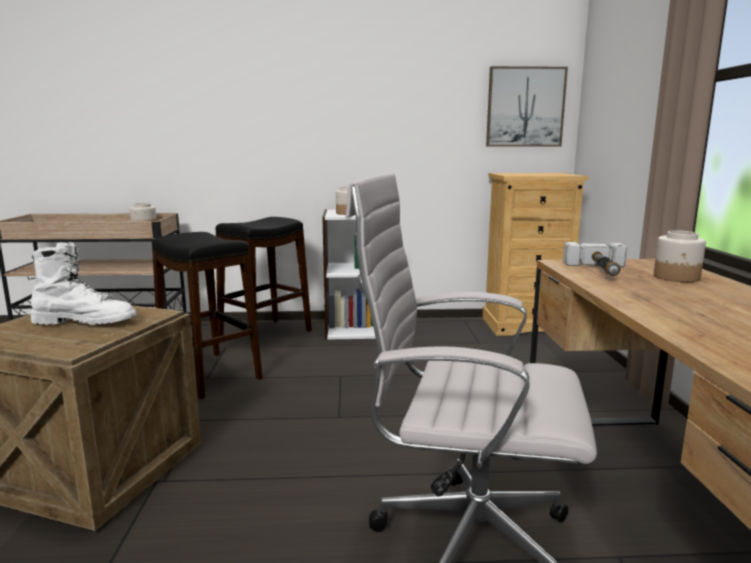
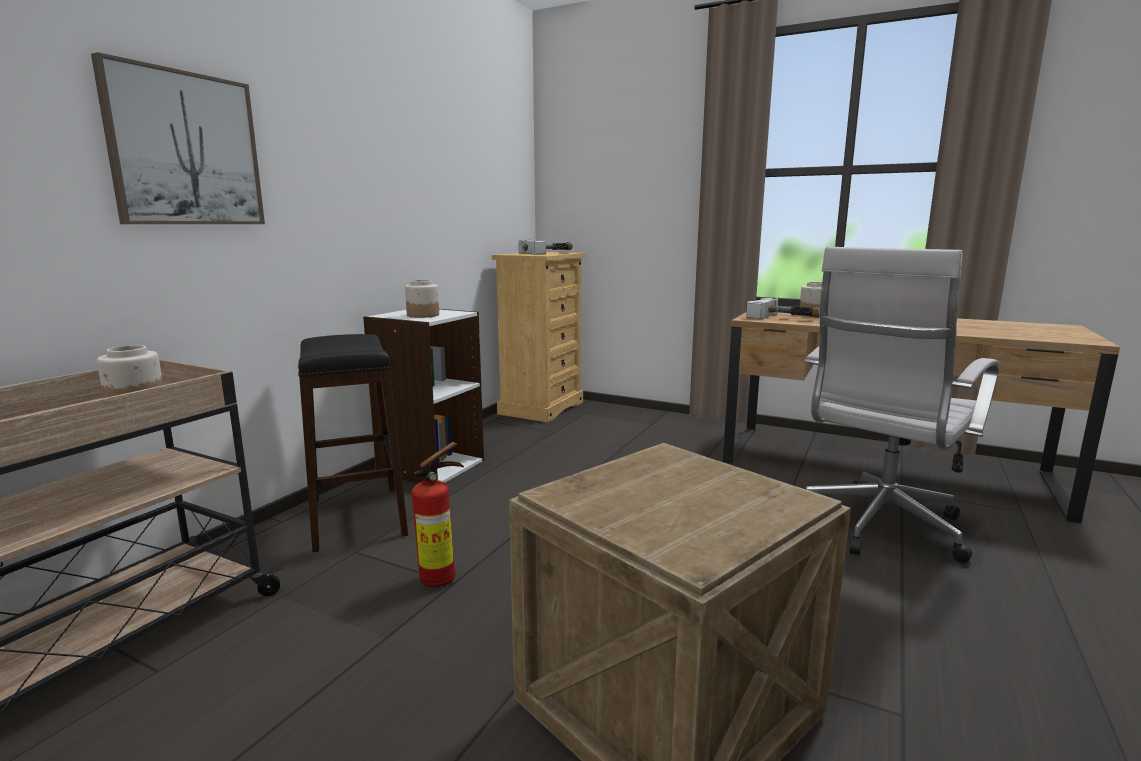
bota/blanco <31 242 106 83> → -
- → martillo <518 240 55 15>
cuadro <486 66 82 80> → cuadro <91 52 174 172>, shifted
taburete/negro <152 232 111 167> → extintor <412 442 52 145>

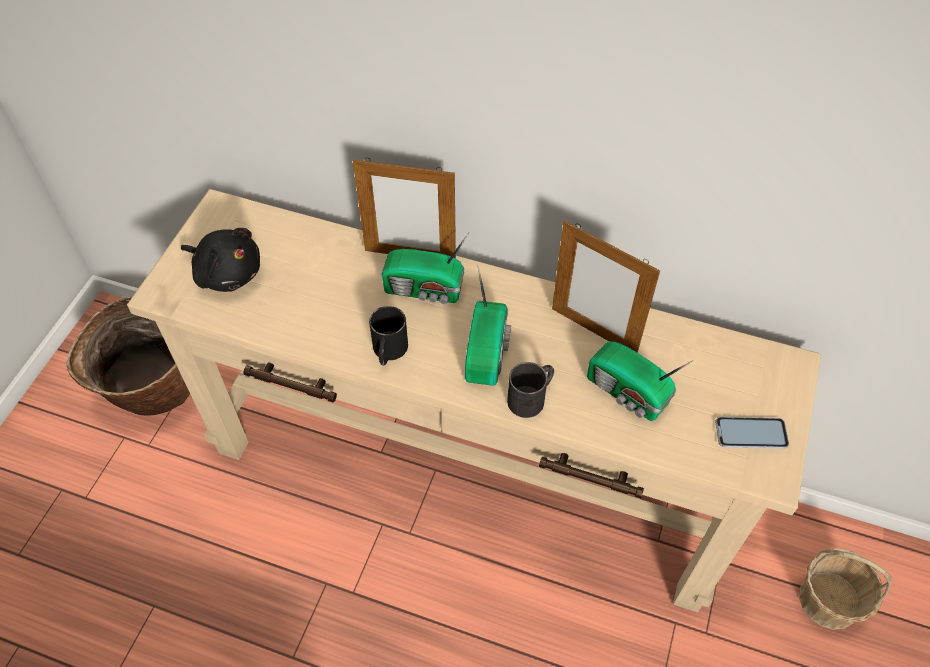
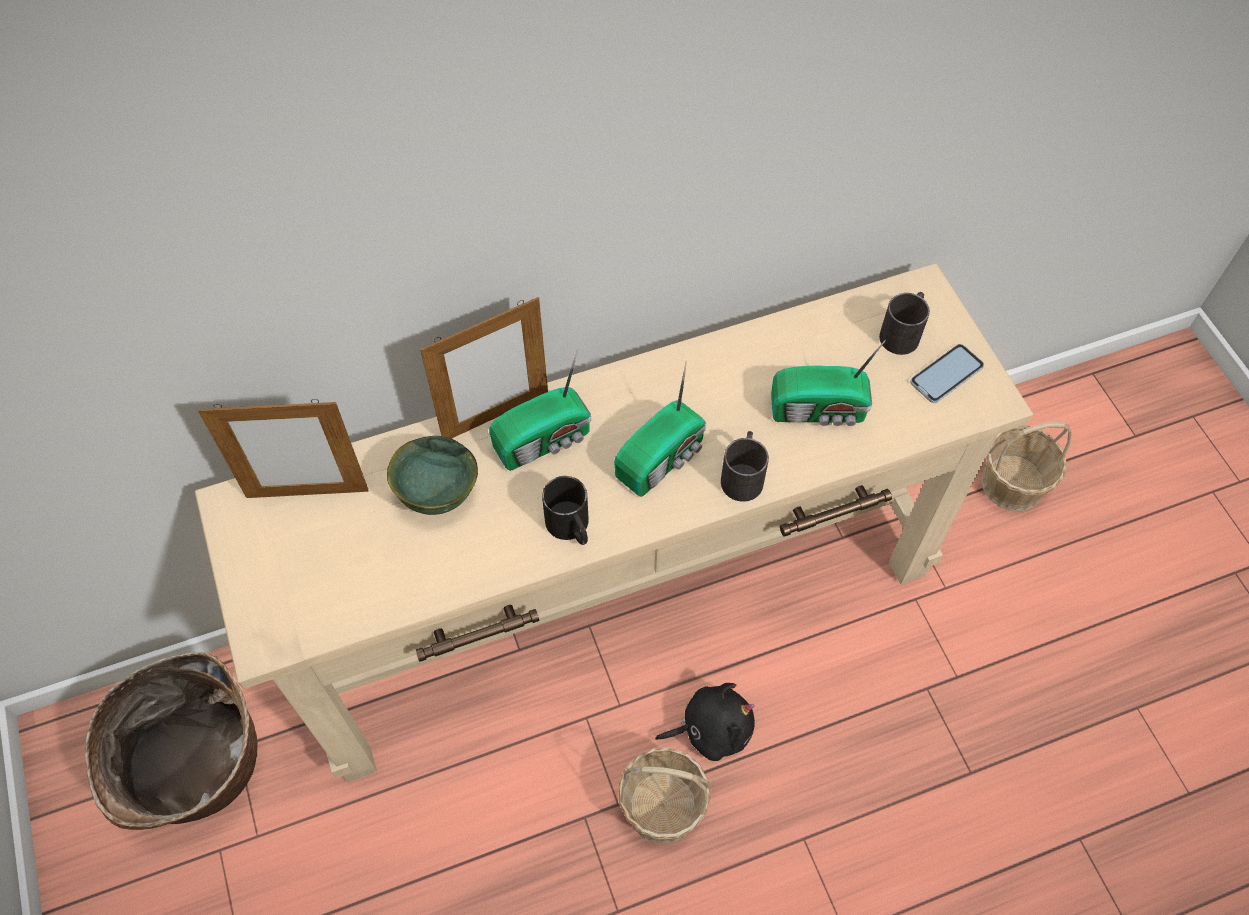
- → cuenco/verde <387 436 91 79>
- → cesta <618 748 92 96>
- → taza grande/negro <879 292 51 63>
peluche/negro <181 228 79 64> → peluche/negro <655 683 100 78>, shifted
portarretratos <552 221 108 132> → portarretratos <198 399 171 99>, shifted
radio <465 266 46 120> → radio <614 362 92 135>, 75 degrees clockwise

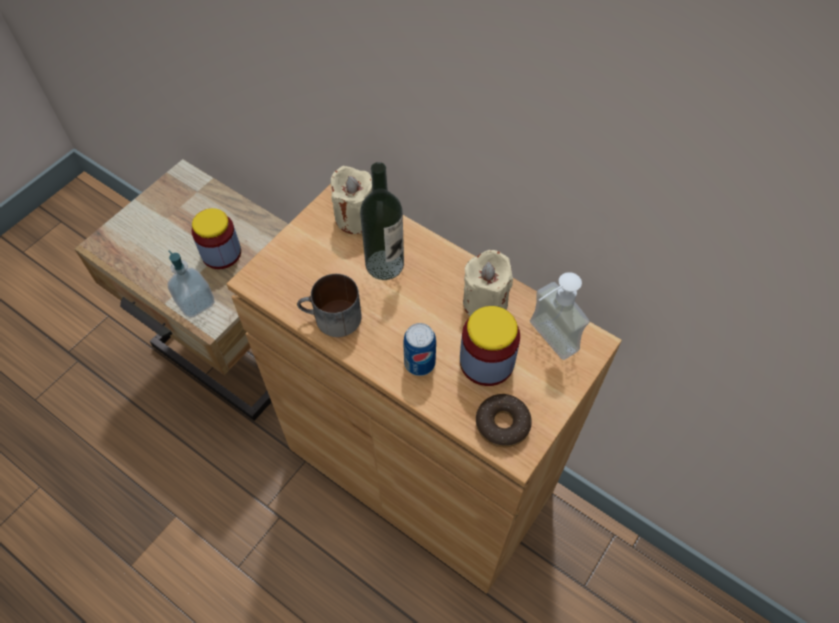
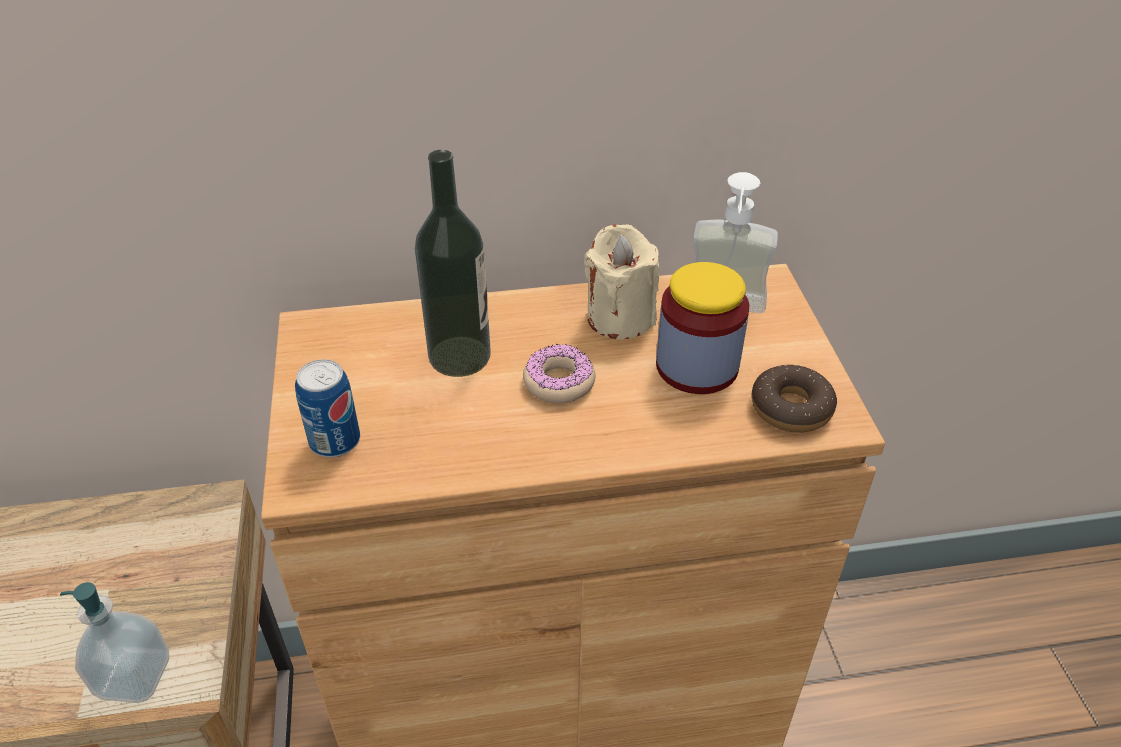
tarro <191 208 50 61> → -
taza grande <297 274 65 63> → -
vela/beis <331 166 41 68> → -
- → rosquilla <523 343 73 61>
lata <403 323 33 53> → lata <295 359 65 98>, shifted

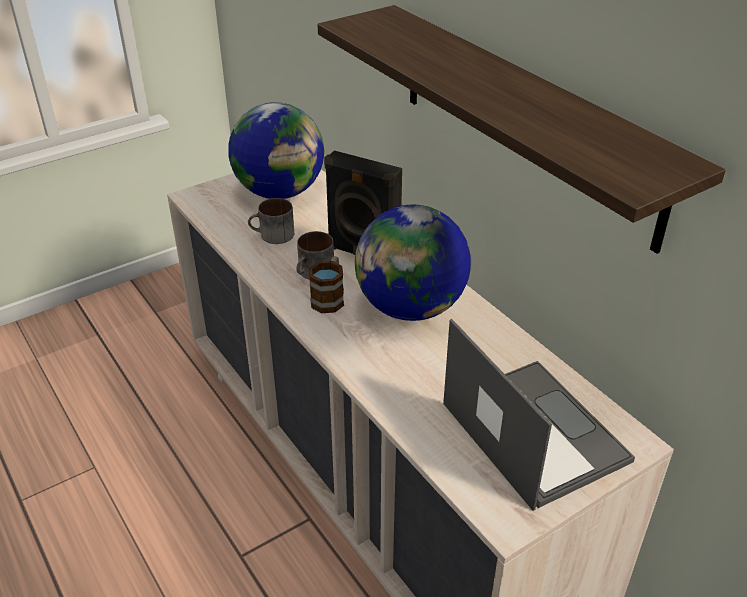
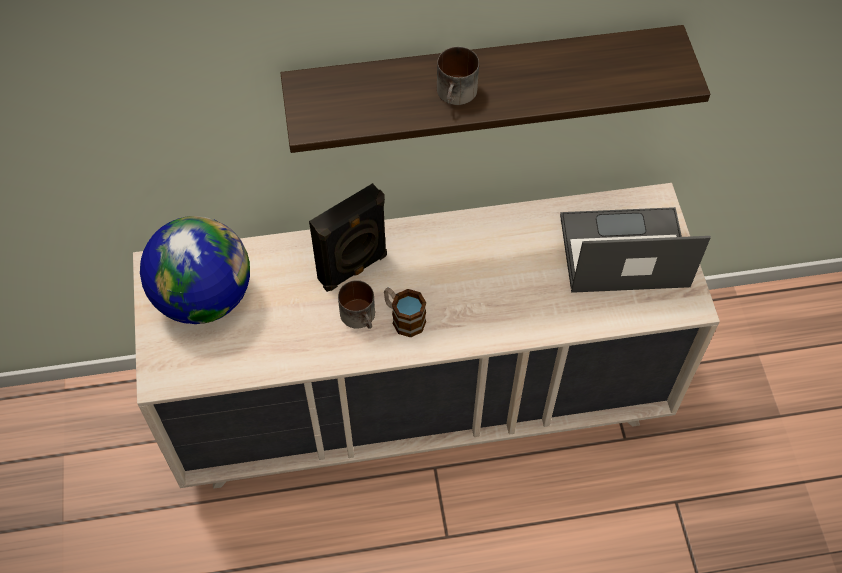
globo terráqueo <355 205 116 116> → -
taza grande <248 198 46 46> → taza grande <437 47 42 58>, shifted

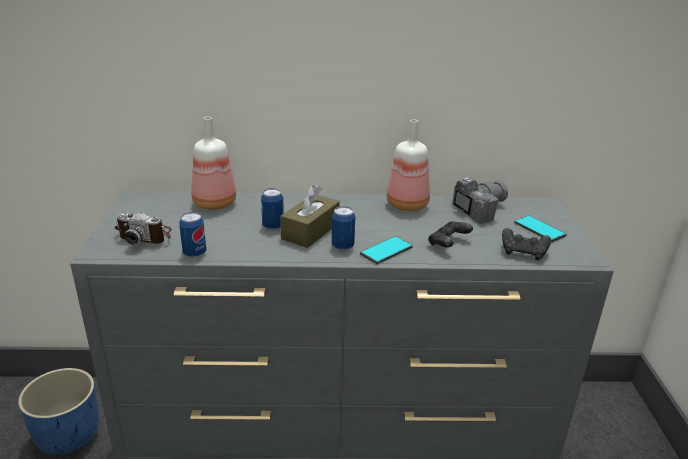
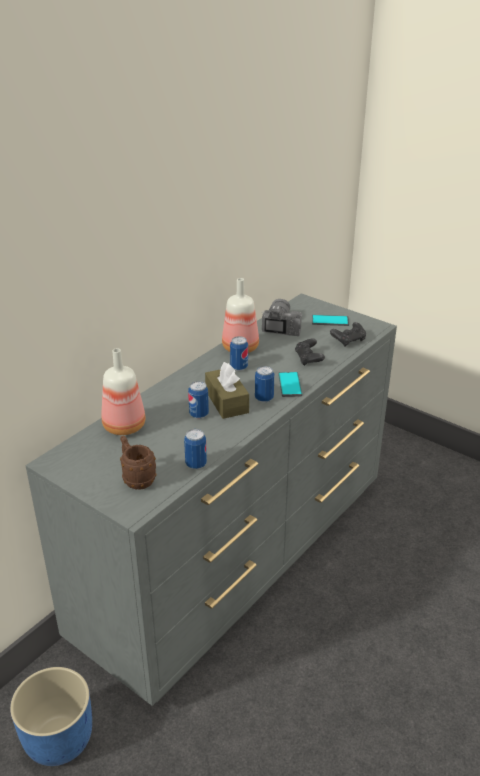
- → lata <230 336 18 35>
cámara <115 213 57 32> → taza grande/marrón <120 436 36 54>

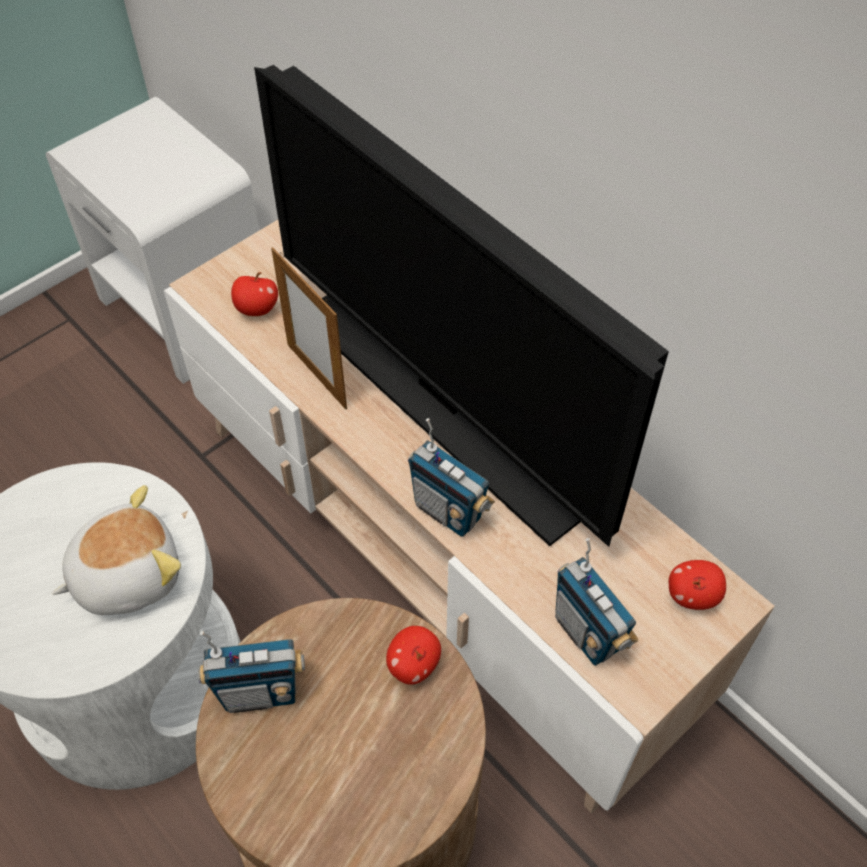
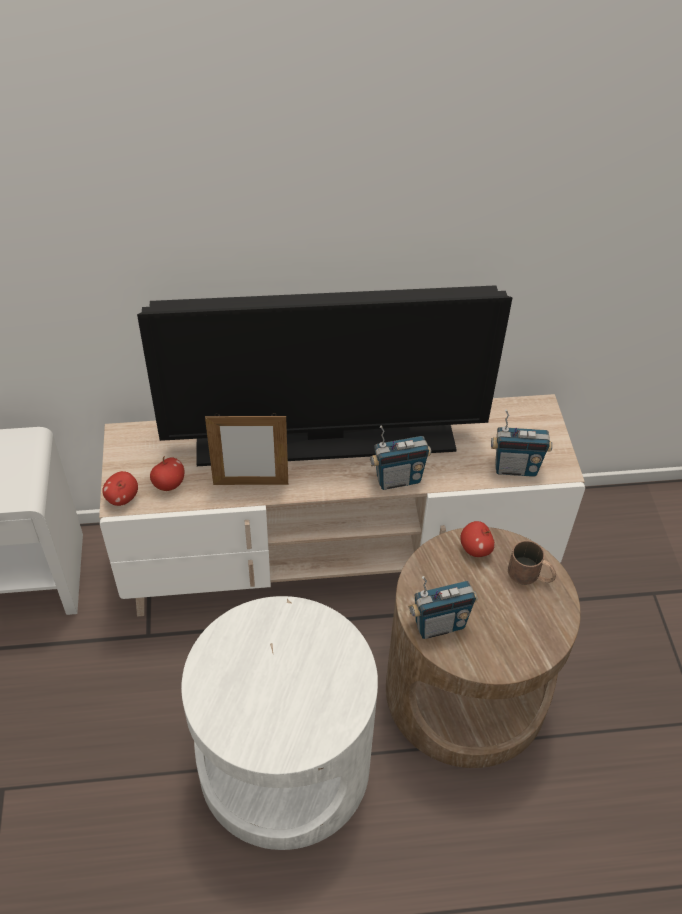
peluche <52 485 129 130> → -
- → taza grande/marrón <508 540 48 45>
manzana <669 560 57 50> → manzana <102 471 36 35>, shifted
radio <198 631 107 82> → radio <408 576 70 63>, 45 degrees clockwise

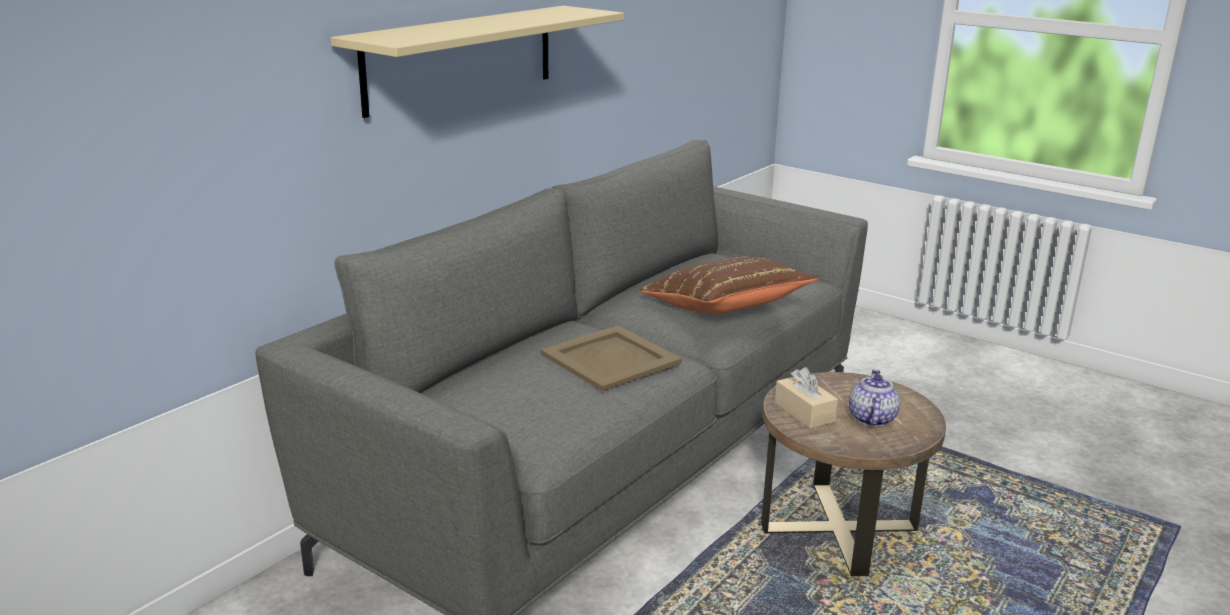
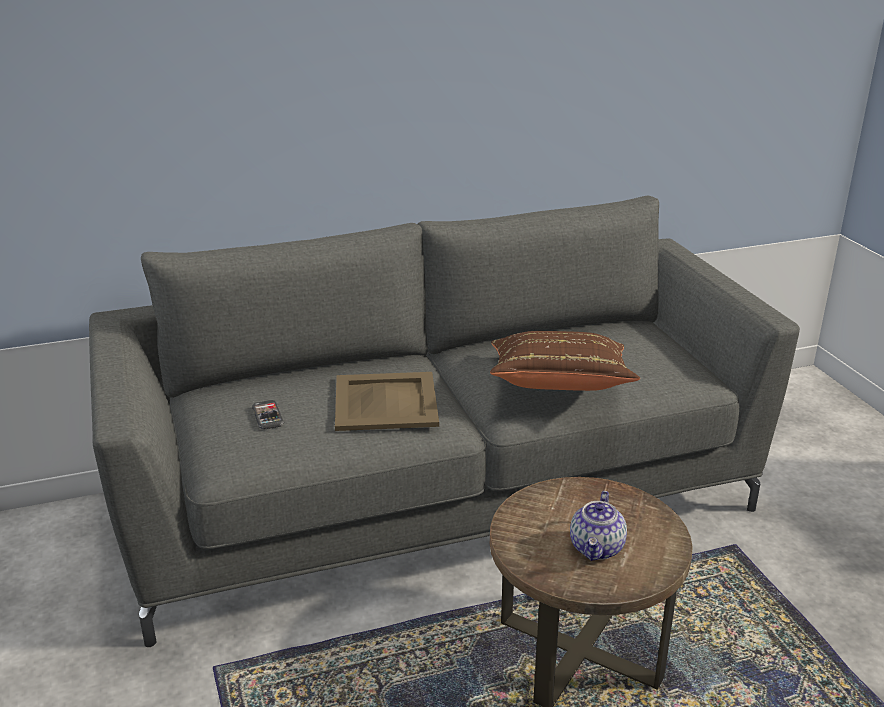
estante/beis <331 6 293 112> → -
caja de pañuelos/beis <775 367 63 62> → -
- → móvil <252 400 32 29>
tetera <849 369 51 58> → tetera <570 491 57 70>, 150 degrees clockwise

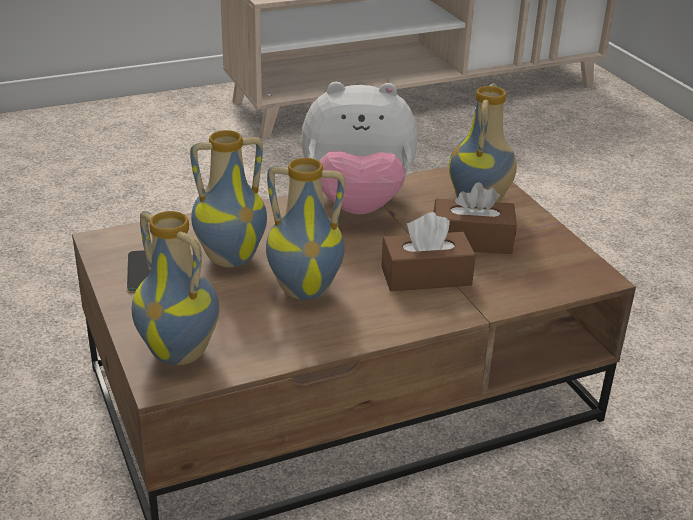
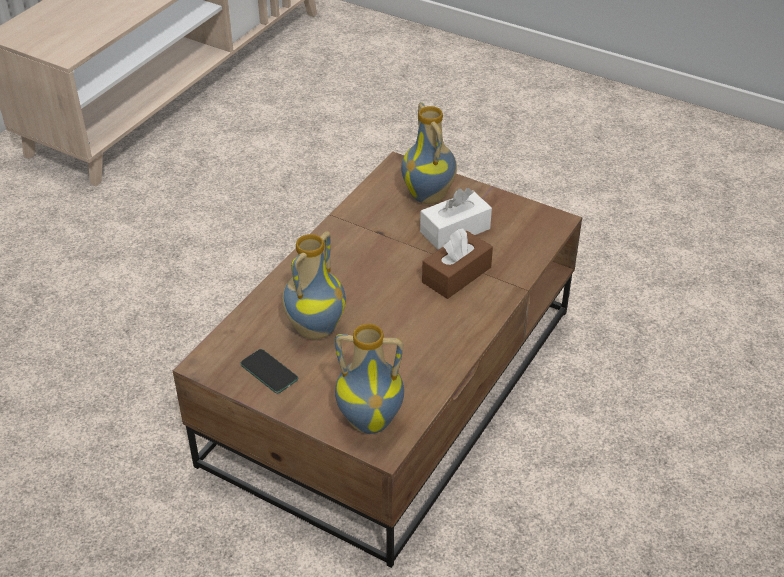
florero <266 158 79 142> → -
peluche <301 82 117 133> → -
caja de pañuelos/marrón <433 182 84 72> → caja de pañuelos/blanco <420 188 72 62>

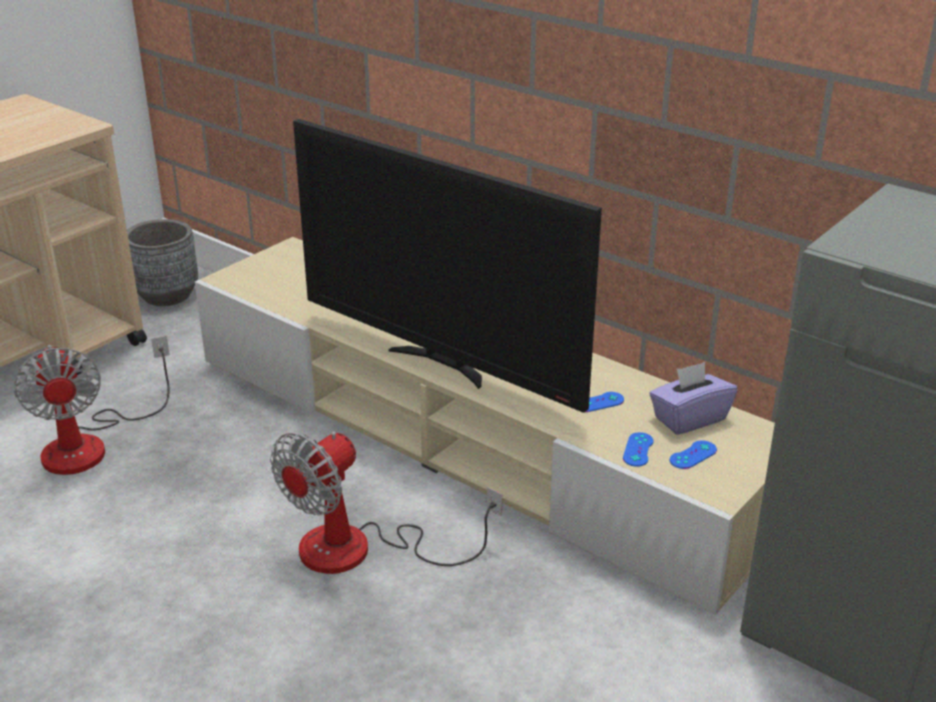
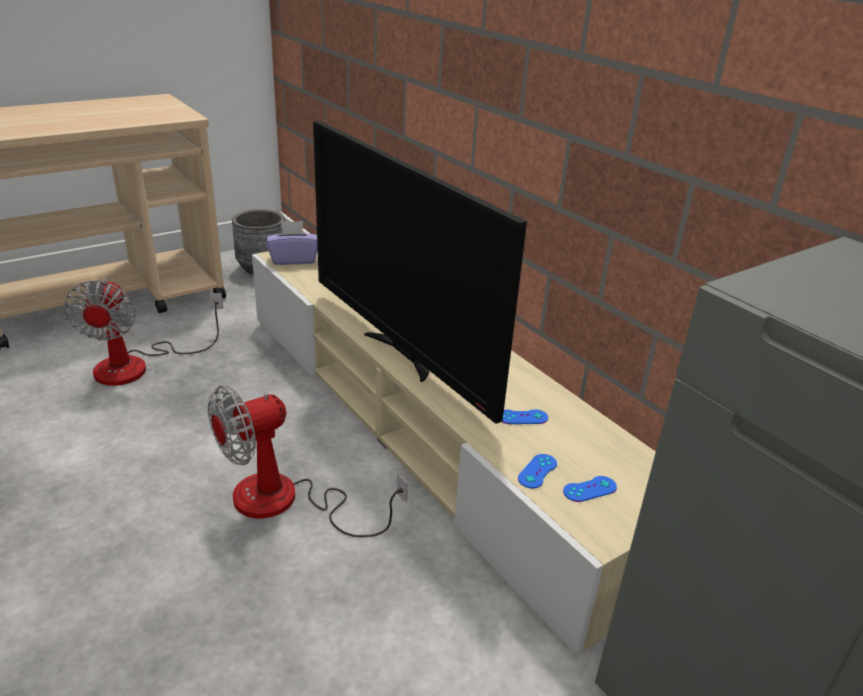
caja de pañuelos/morado <649 362 88 73> → caja de pañuelos/morado <266 221 52 44>, shifted

